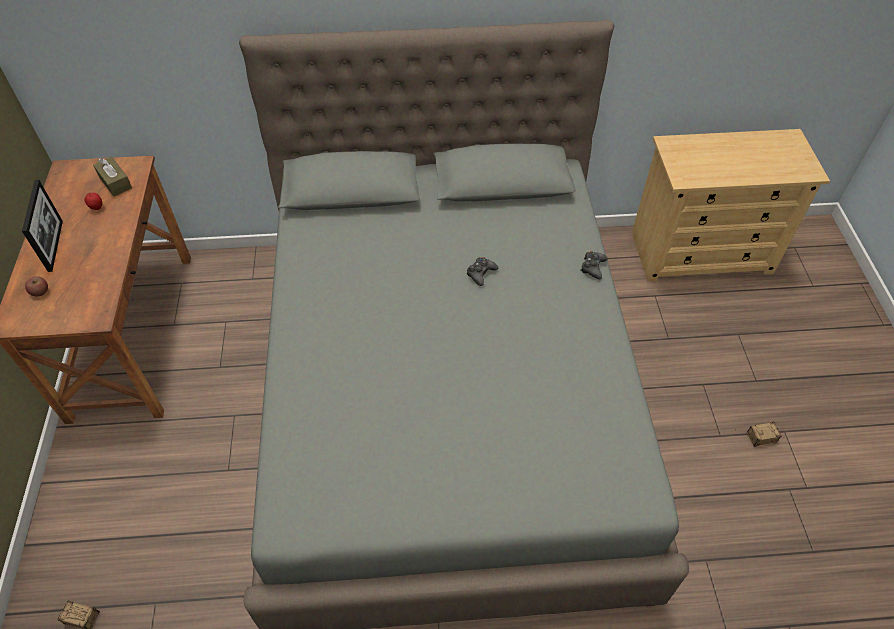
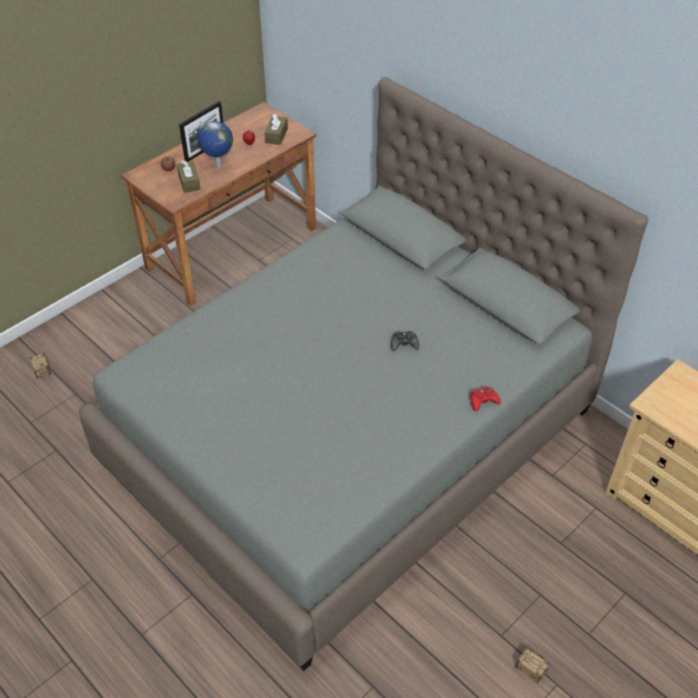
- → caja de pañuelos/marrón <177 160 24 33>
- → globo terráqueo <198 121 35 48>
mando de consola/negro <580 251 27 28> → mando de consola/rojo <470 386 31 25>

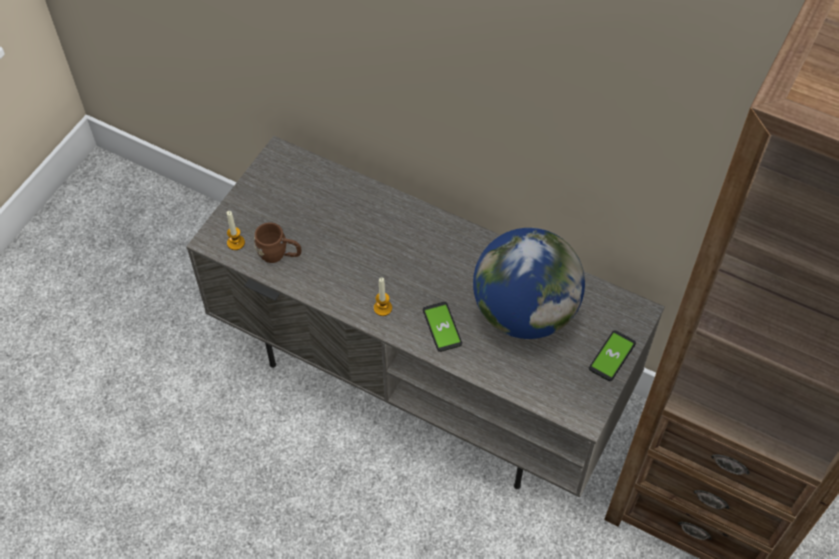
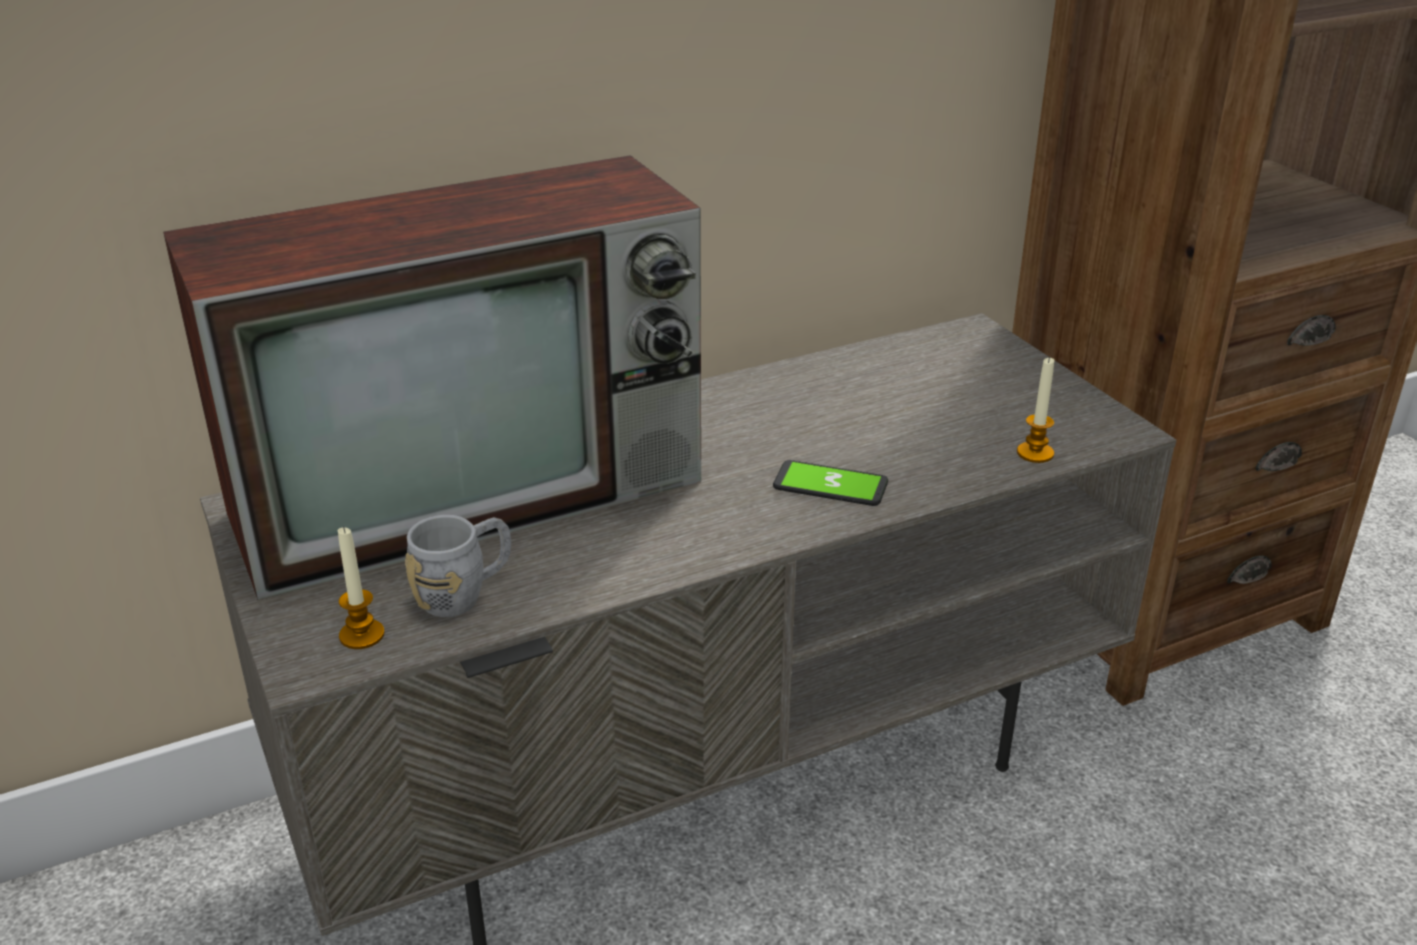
globo terráqueo <473 228 112 111> → -
móvil <589 330 47 51> → -
- → televisor <163 155 538 446>
vela <374 277 18 39> → vela <1017 357 37 106>, shifted
taza grande/marrón <254 222 48 41> → taza grande/gris <405 515 106 102>

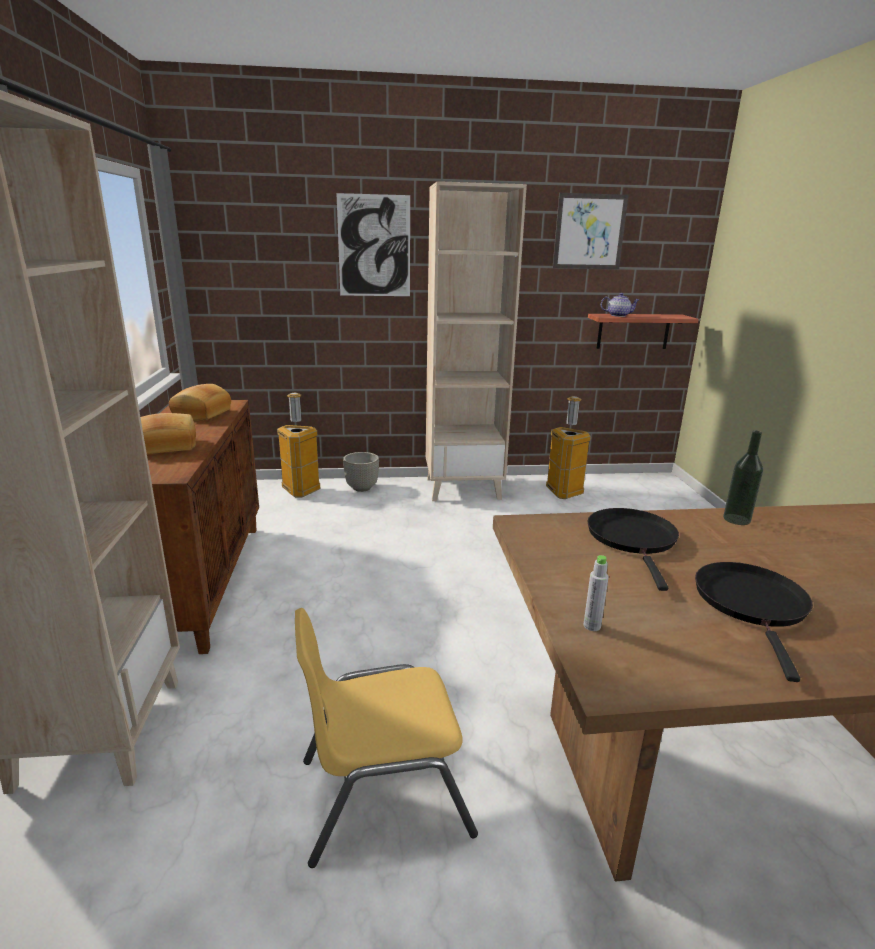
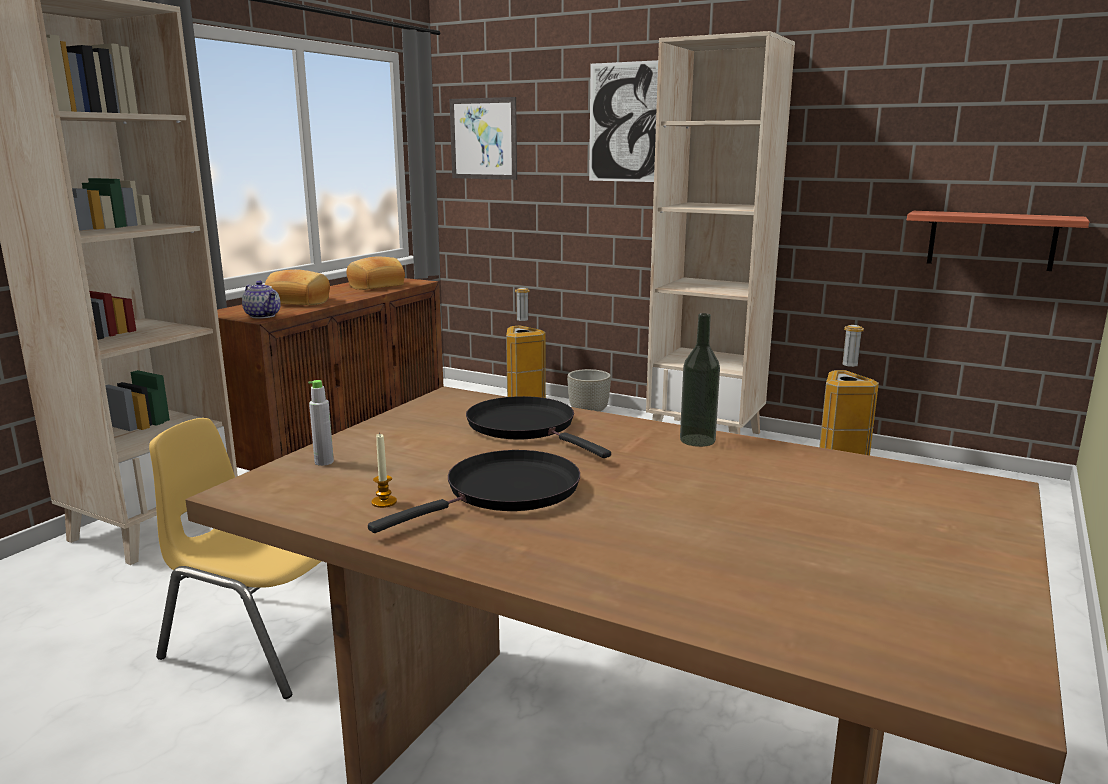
- → vela <372 434 25 74>
cuadro <552 193 77 76> → cuadro <449 97 68 83>, shifted
tetera <601 293 38 24> → tetera <242 281 39 38>, shifted
sartén/negro <587 508 92 83> → sartén/negro <466 396 145 62>, 75 degrees counterclockwise

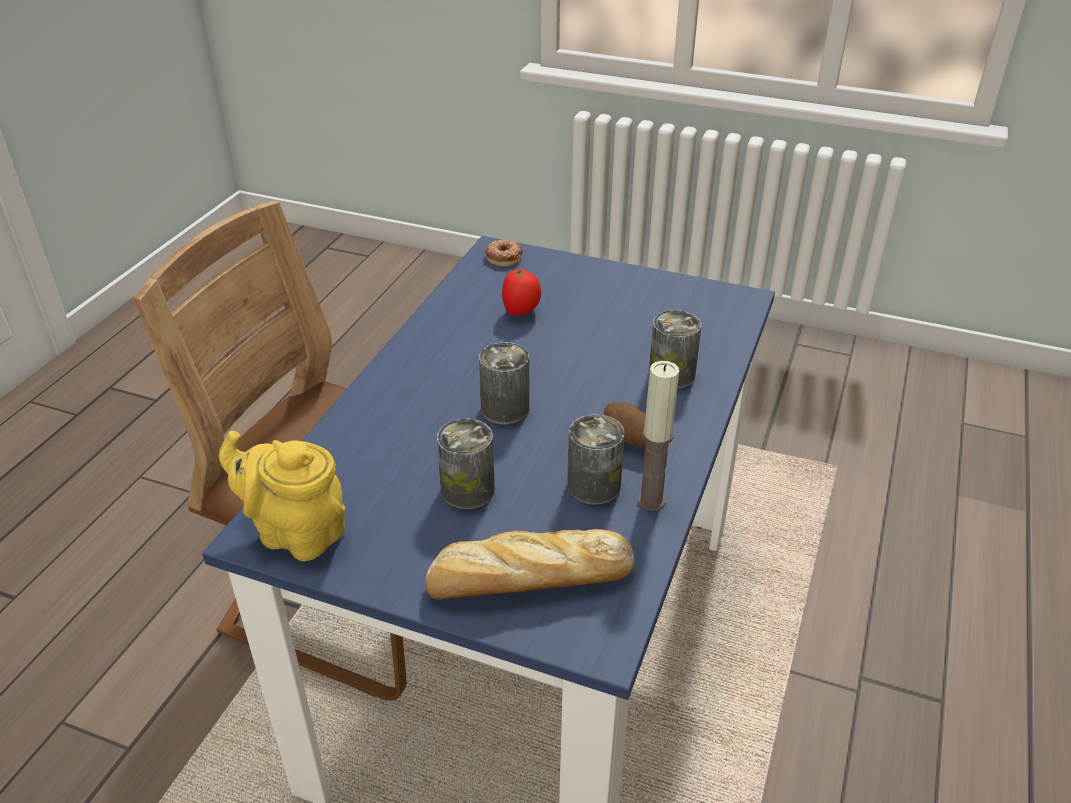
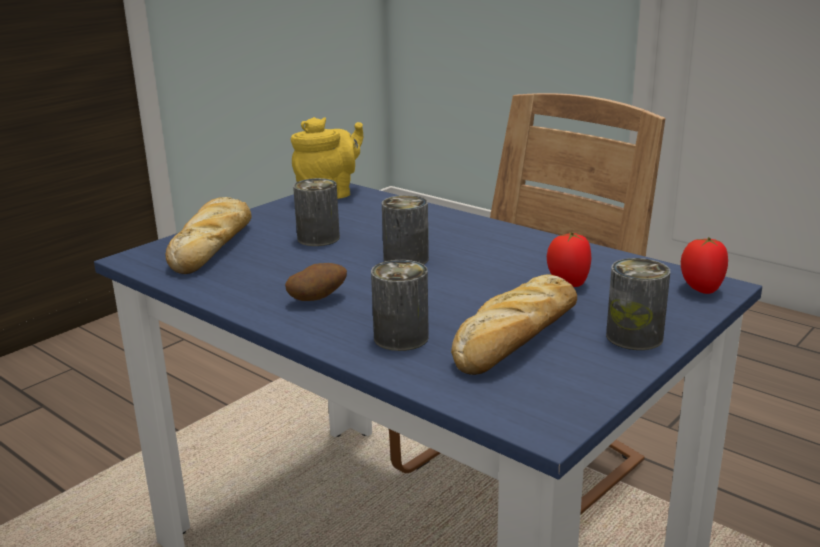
vela <637 361 42 150> → -
- → pan <451 274 126 101>
lata <567 414 58 91> → lata <606 258 64 92>, shifted
rosquilla <485 239 38 27> → tomate <681 237 47 57>

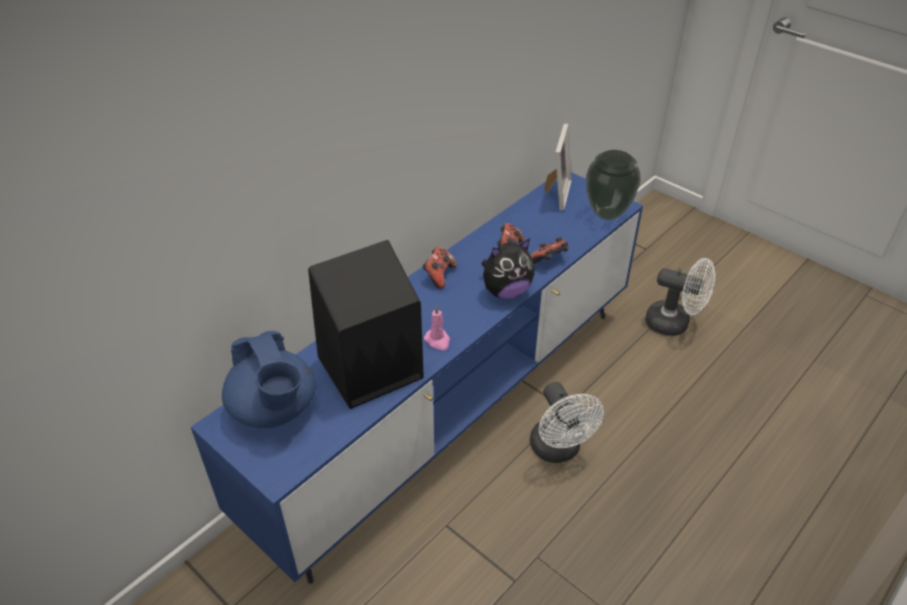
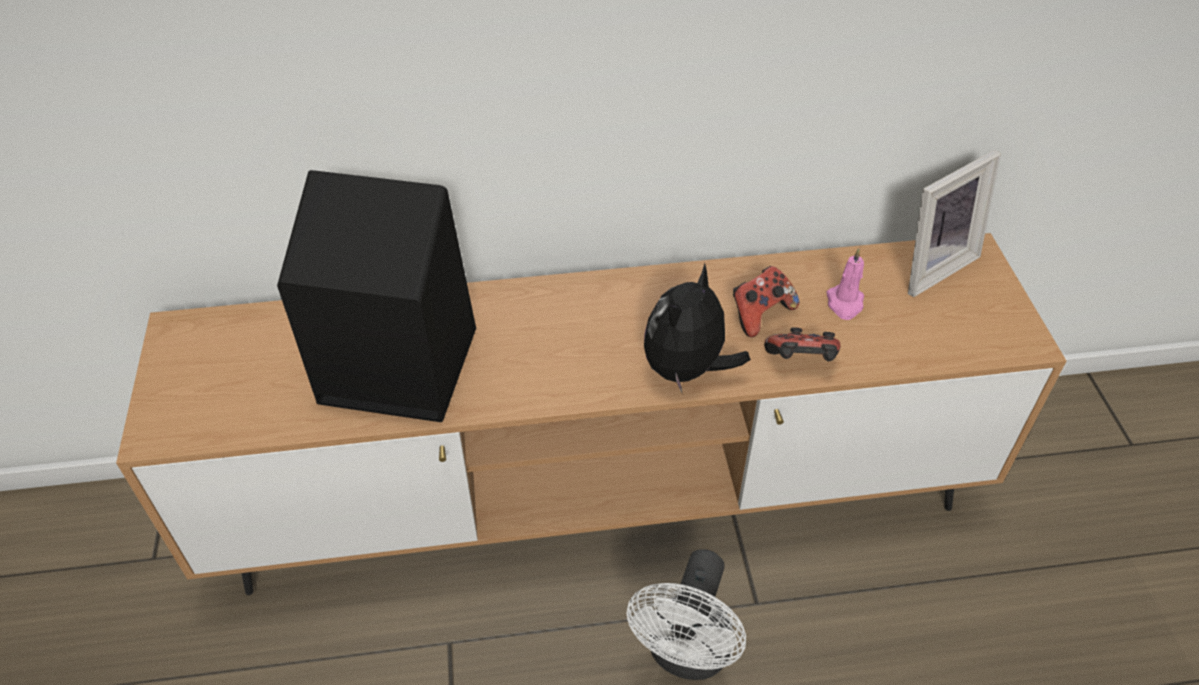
tetera/azul <222 331 94 97> → -
mando de consola <422 247 35 42> → -
florero <586 150 55 70> → -
ventilador/blanco <645 258 70 78> → -
vela/rosa <424 305 26 45> → vela/rosa <826 248 38 72>, shifted
mueble de televisión/azul <191 172 452 412> → mueble de televisión/marrón <116 233 950 362>
peluche <482 238 53 61> → peluche <644 263 107 130>, 105 degrees clockwise

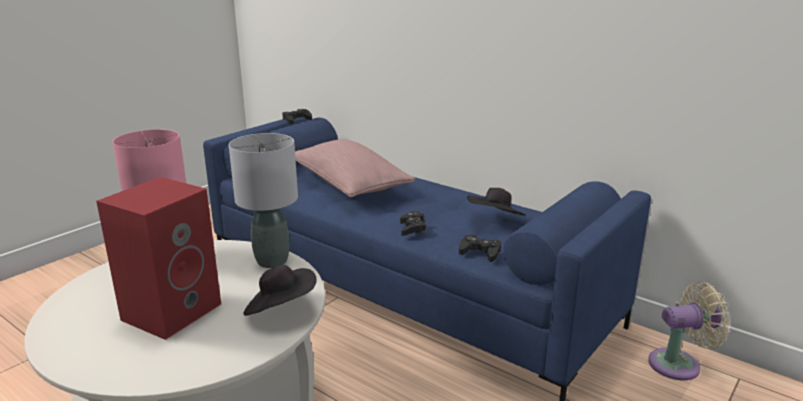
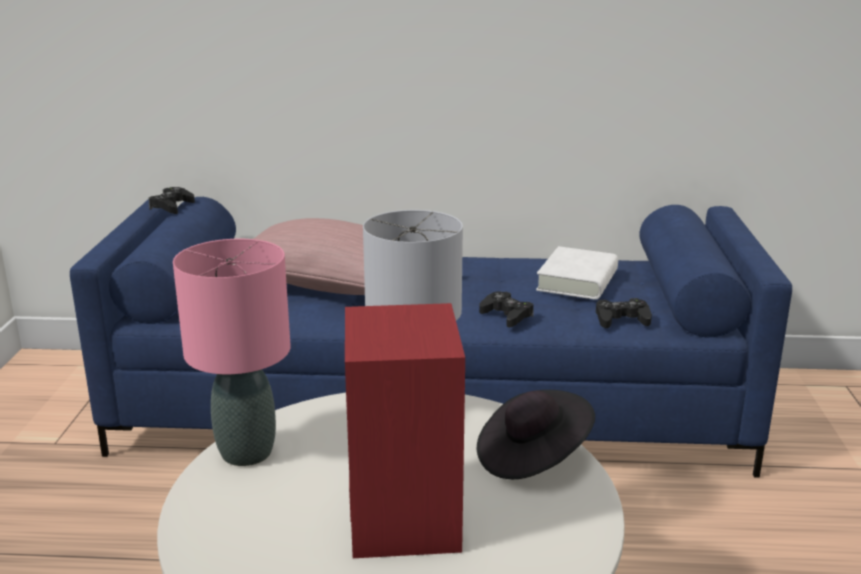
ventilador/beis <648 282 82 98> → -
sombrero/negro <467 188 59 28> → libro/blanco <536 246 82 54>

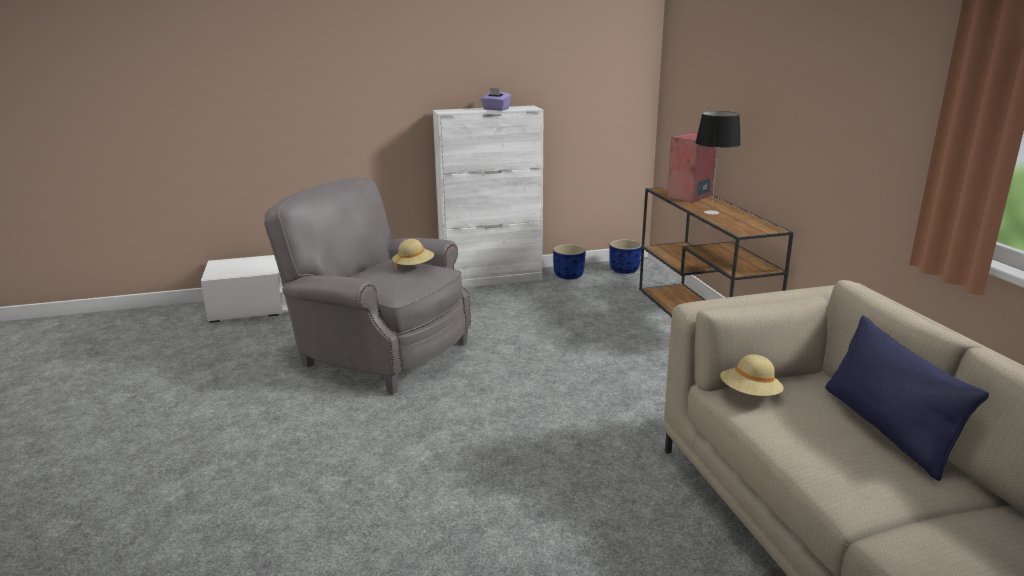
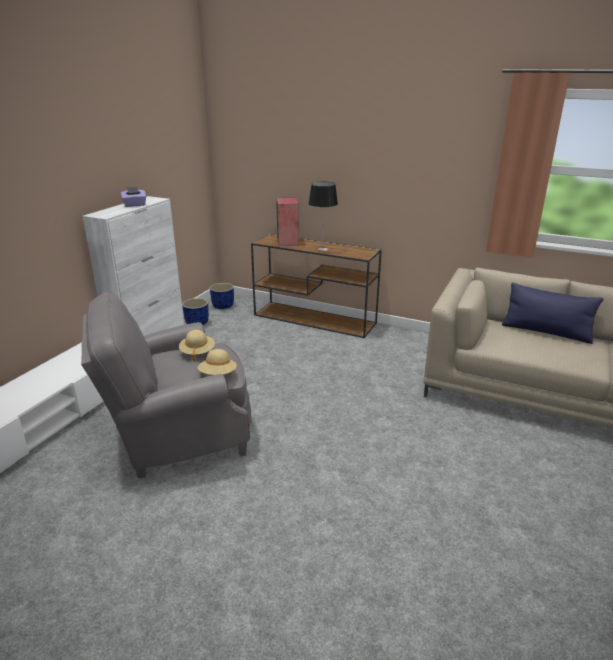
sombrero/beis <720 354 64 42> → sombrero/beis <198 349 39 26>, shifted

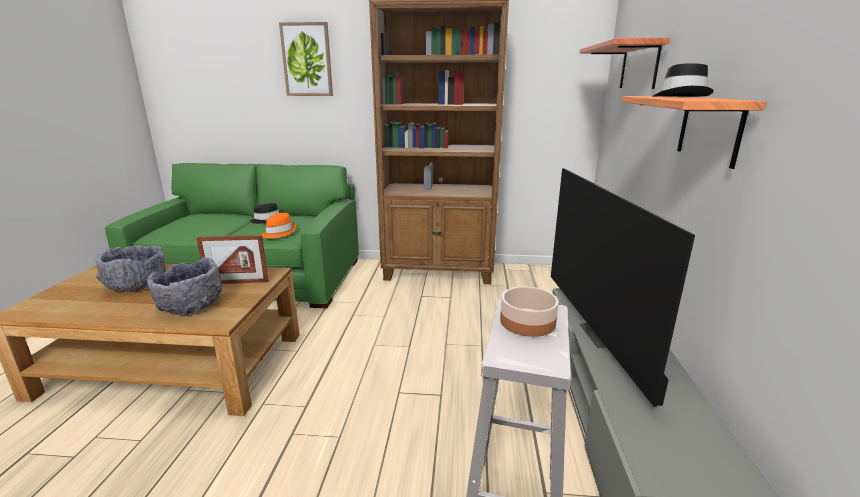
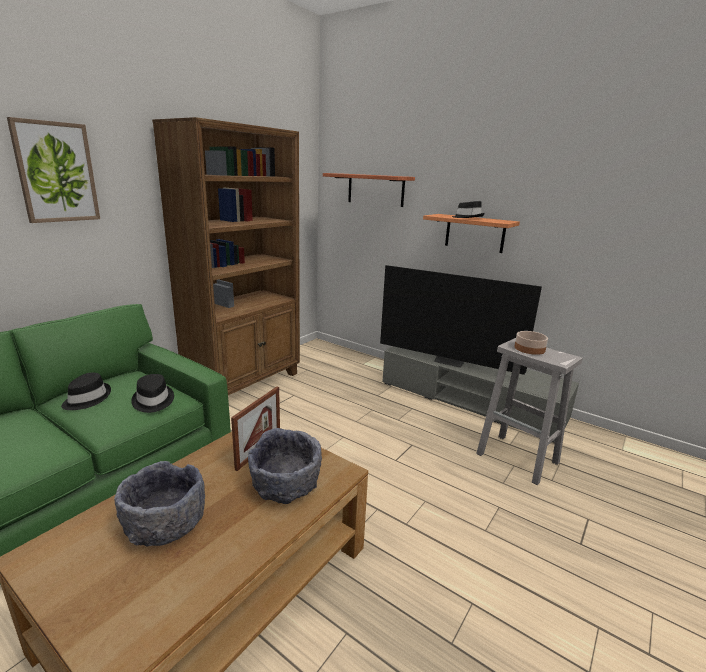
sombrero/naranja <262 213 34 25> → sombrero/negro <131 374 43 39>

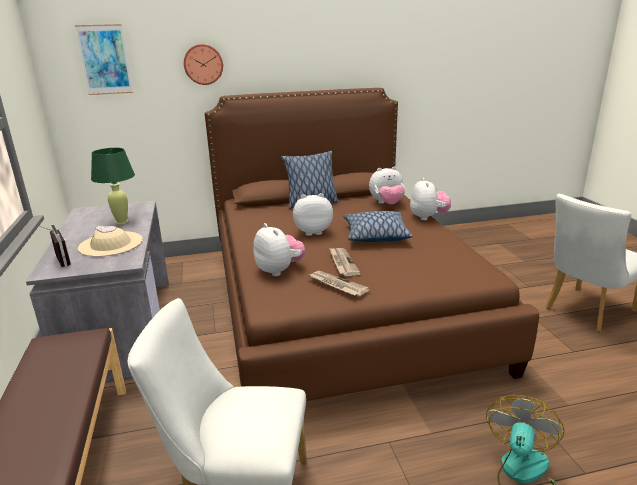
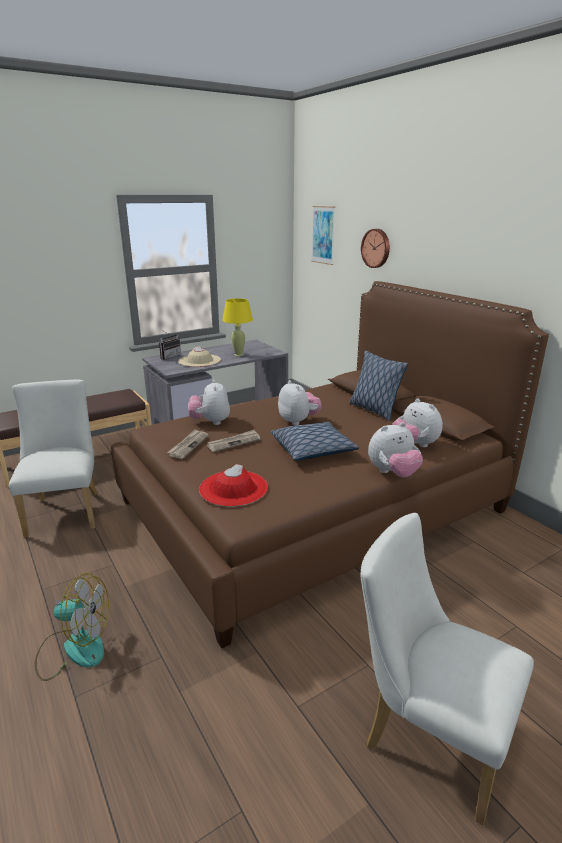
- → sombrero/rojo <199 464 69 43>
lámpara de mesa/verde <91 148 44 77> → lámpara de mesa/amarillo <222 298 31 58>
peluche <253 223 52 53> → peluche <188 380 42 45>, 135 degrees clockwise

